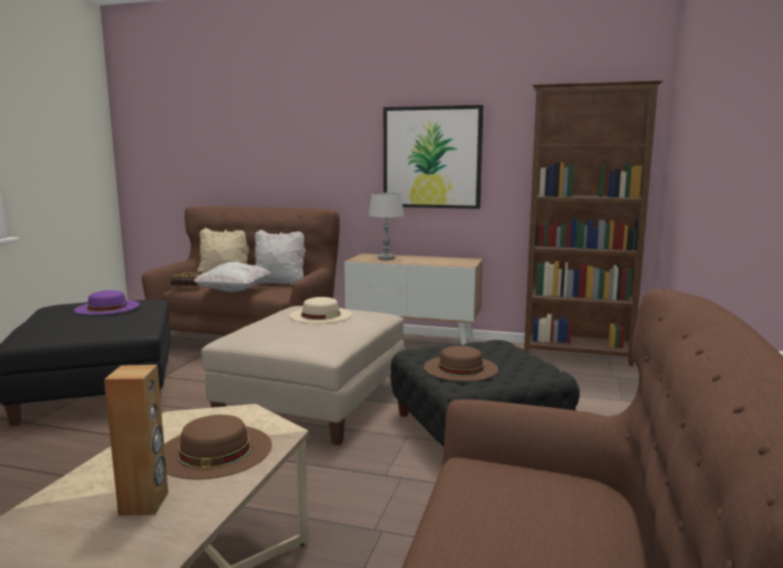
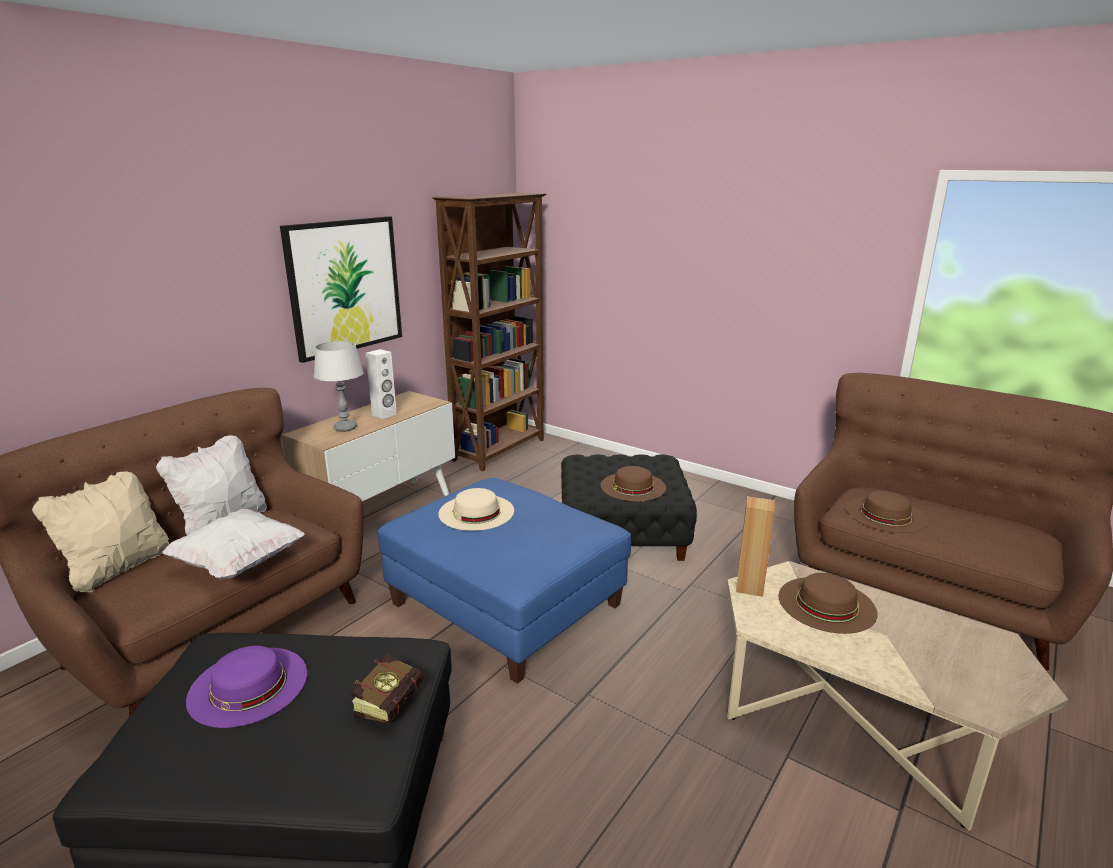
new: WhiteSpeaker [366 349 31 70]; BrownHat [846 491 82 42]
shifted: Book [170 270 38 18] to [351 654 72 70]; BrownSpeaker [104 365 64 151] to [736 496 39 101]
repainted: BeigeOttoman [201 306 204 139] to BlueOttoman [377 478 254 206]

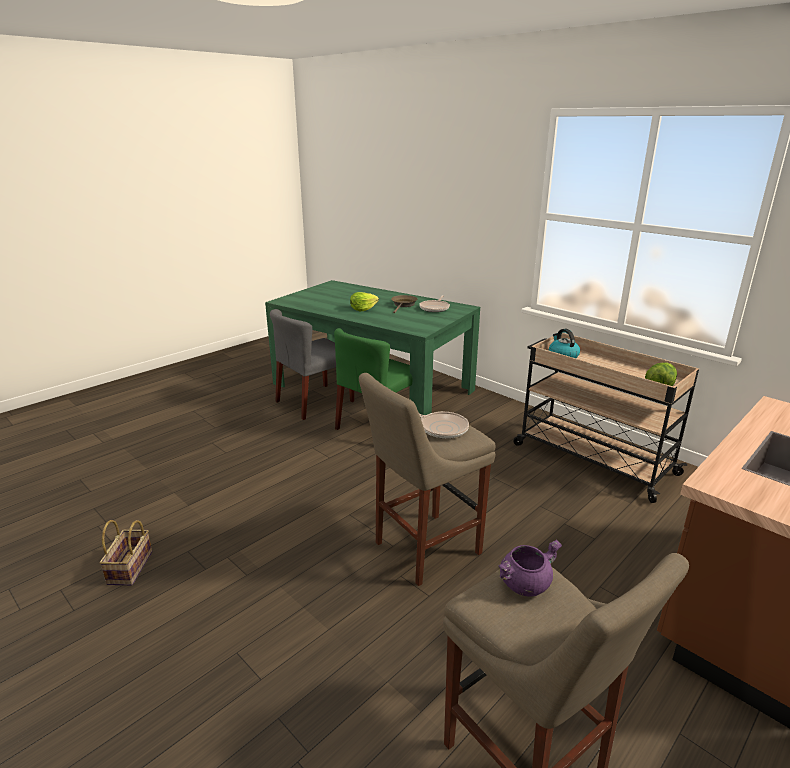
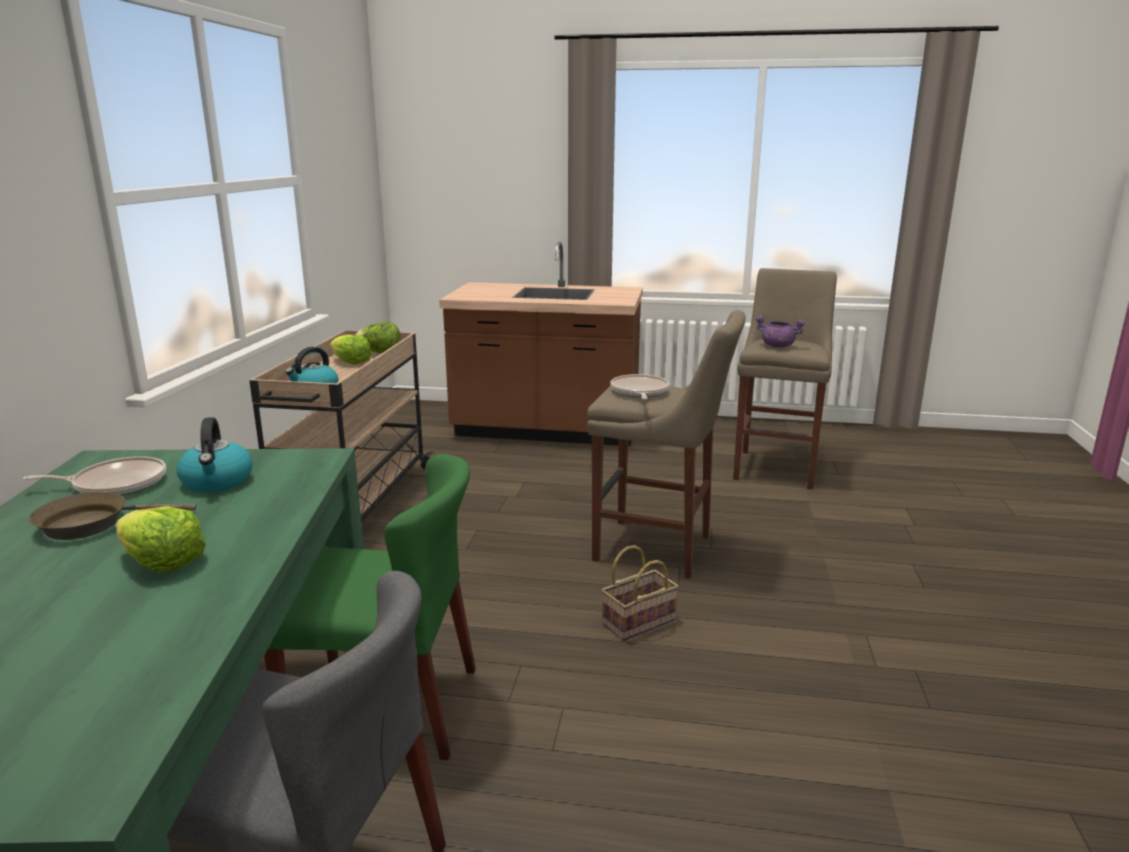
new: Kettle [177 417 75 76]; Lettuce [330 334 42 30]
shifted: Basket [100 520 52 65] to [602 545 77 96]

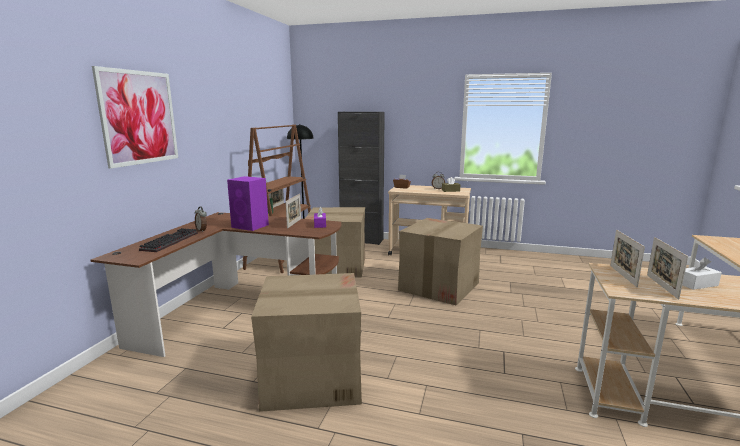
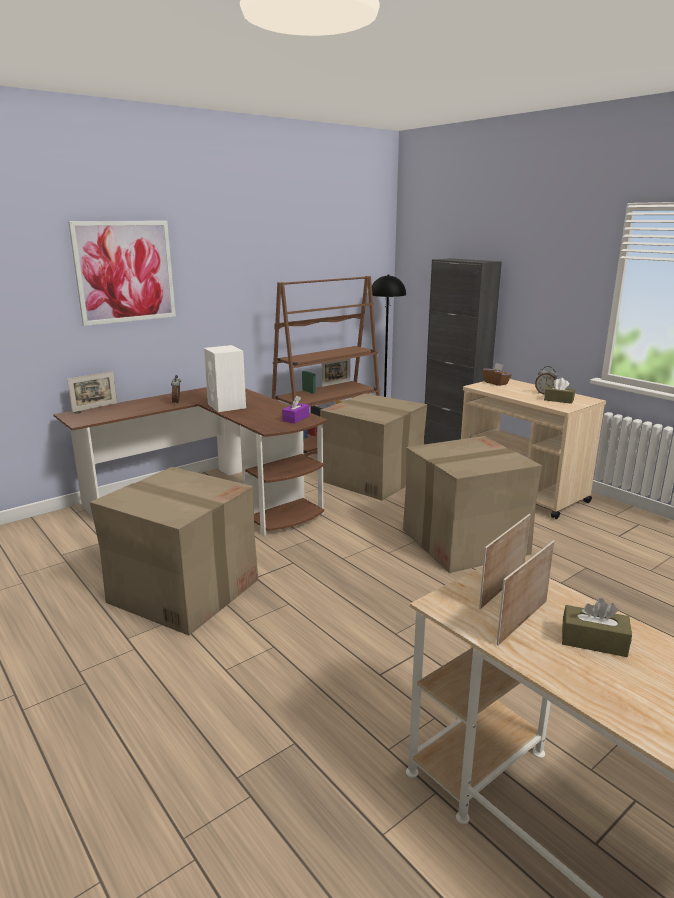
gone: Keyboard [139 228 59 24]
shifted: PictureFrame [286 194 15 35] to [67 371 50 41]
repainted: PurpleSpeaker [227 176 42 55] to WhiteSpeaker [204 345 42 67]; WhiteTissueBox [682 257 40 33] to BrownTissueBox [562 598 70 59]

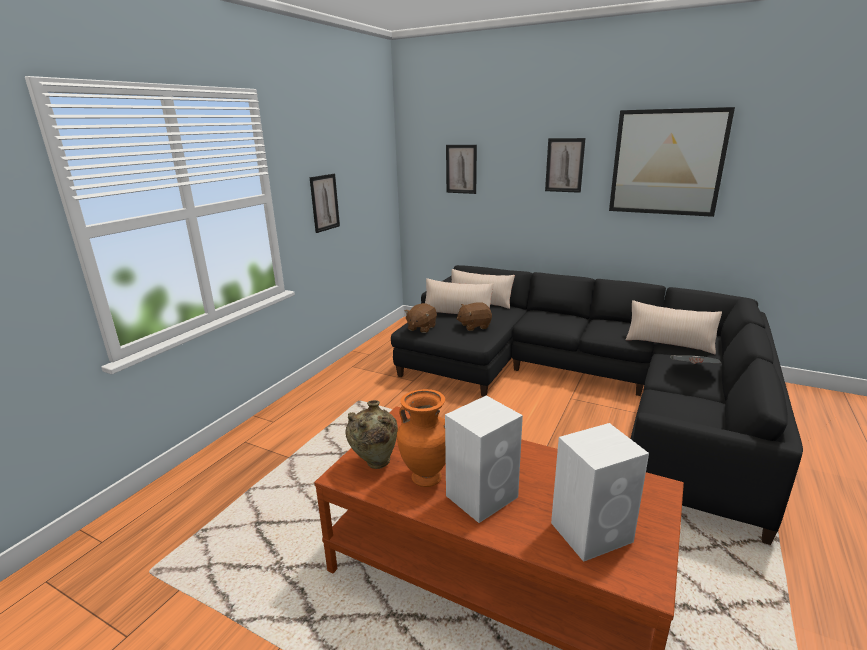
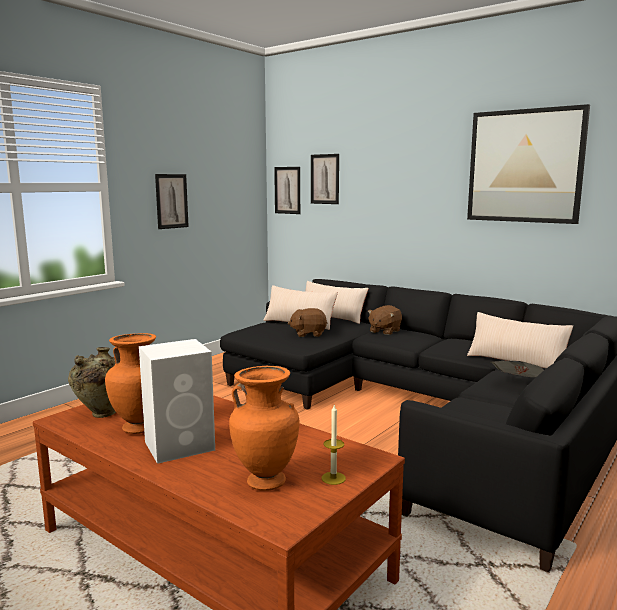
new: Candle [321 405 25 80]
shifted: Picture [545 138 40 55] to [274 167 26 47]; BrownPlushToy [405 303 32 30] to [368 305 34 30]
swapped: WhiteSpeaker [551 423 98 139] to OrangeVase [229 366 70 125]

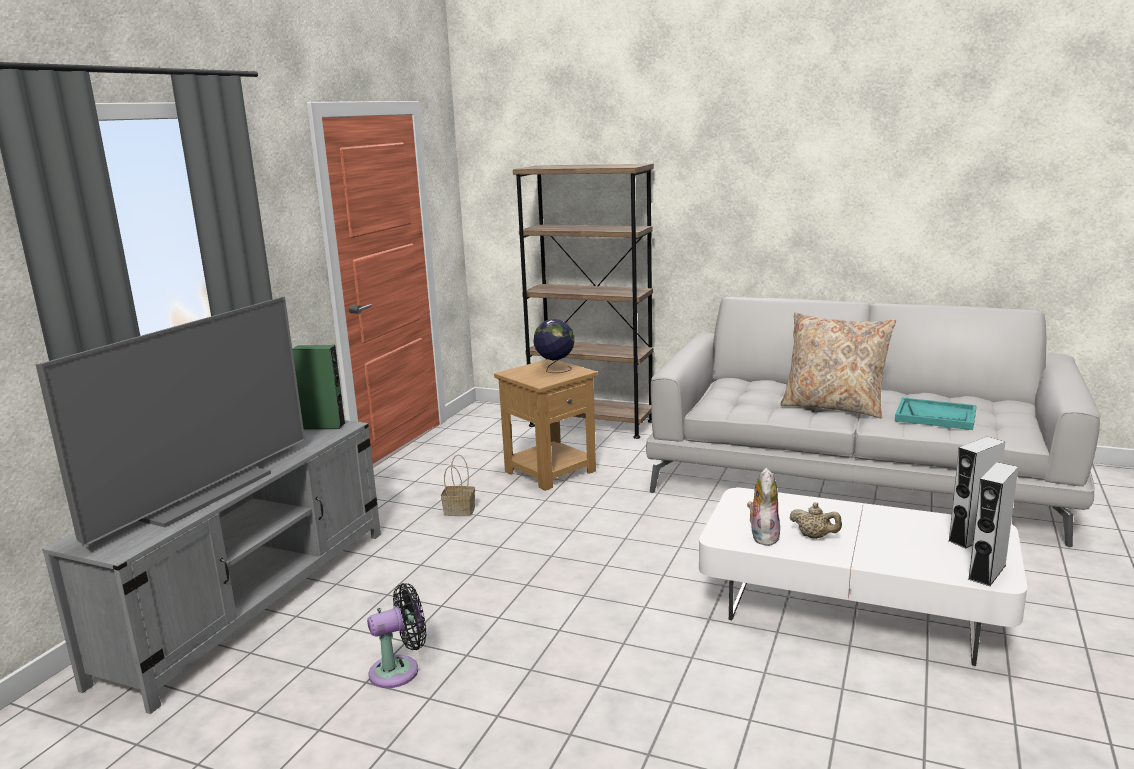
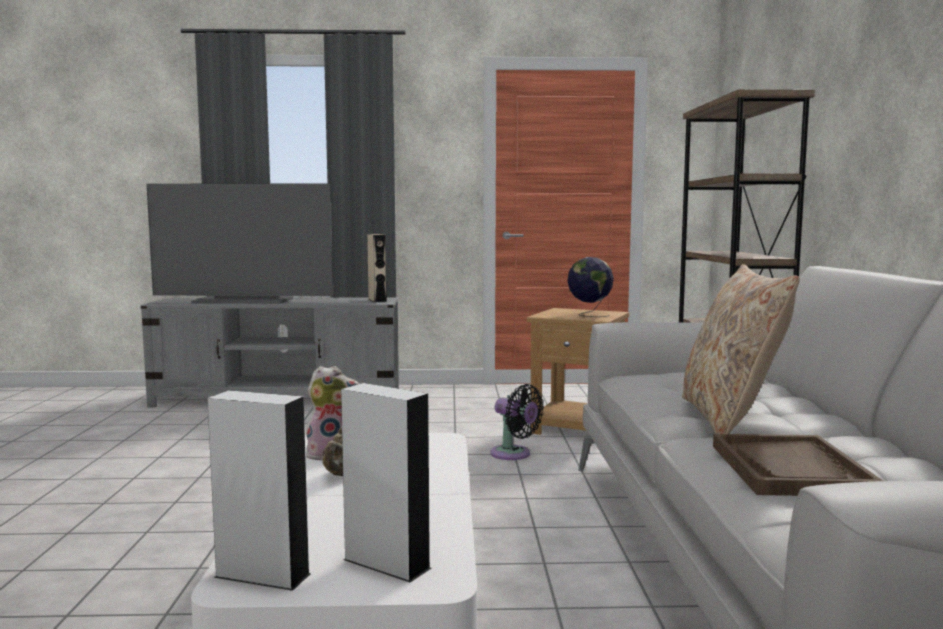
gone: Basket [441 455 34 61]
shifted: BlackFan [367 583 59 105] to [490 384 54 76]
repainted: GreenSpeaker [292 345 54 84] to BeigeSpeaker [367 234 20 69]; TurquoiseTray [895 398 82 32] to BrownTray [713 434 170 62]

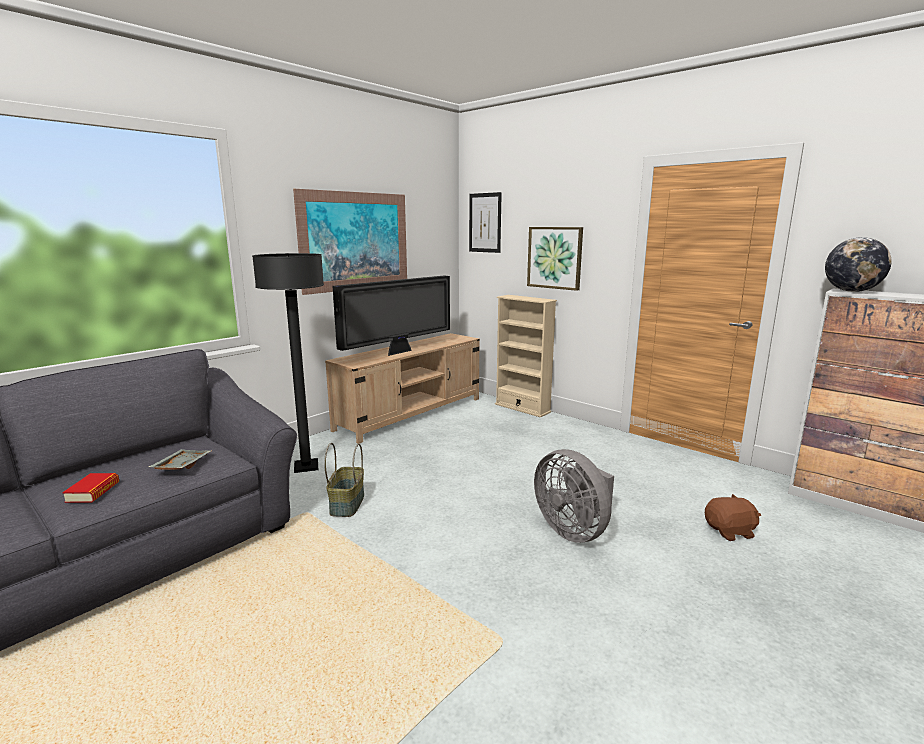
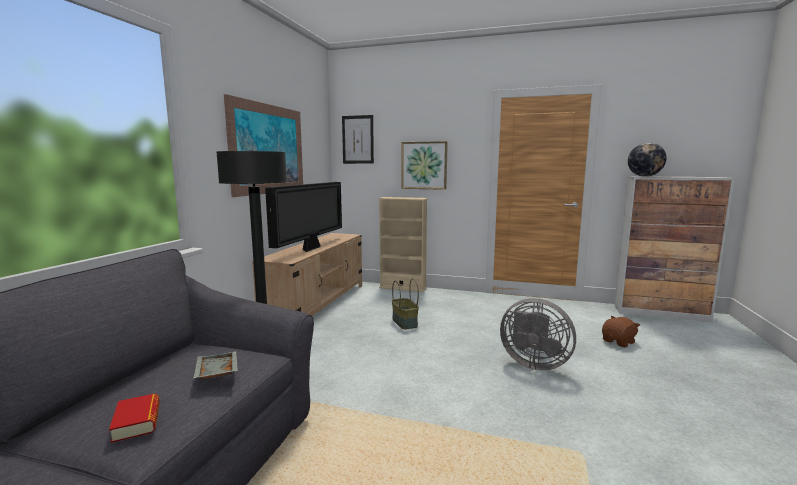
shifted: Basket [324 443 40 74] to [392 279 27 50]

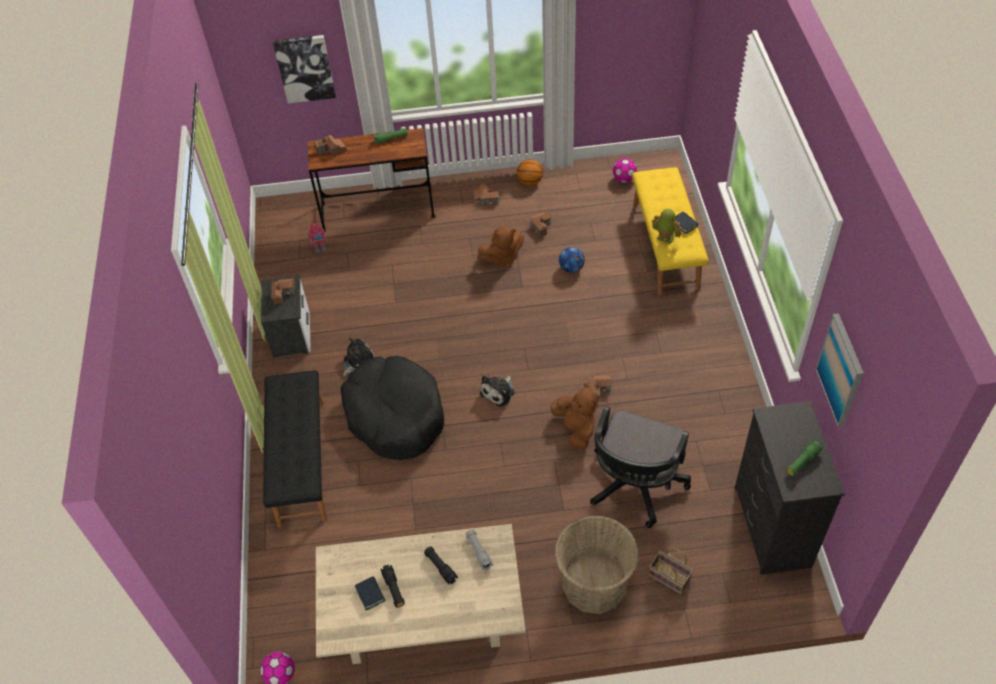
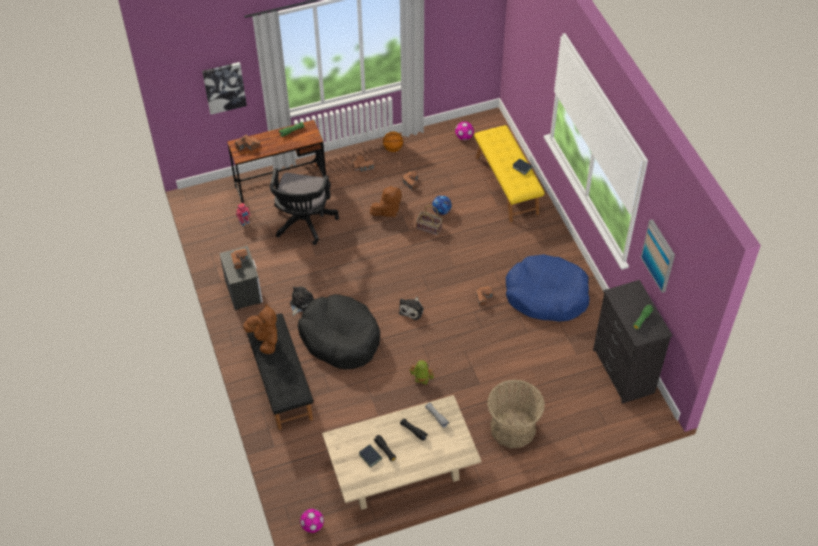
new: BlueDogBed [506 254 83 68]
shifted: BrownPlushToy [551 383 46 66] to [243 304 34 50]; BlackOfficeChair [590 406 101 122] to [269 168 70 77]; ToyRobot [652 209 29 35] to [409 360 25 25]; Basket [649 547 44 47] to [416 205 27 30]

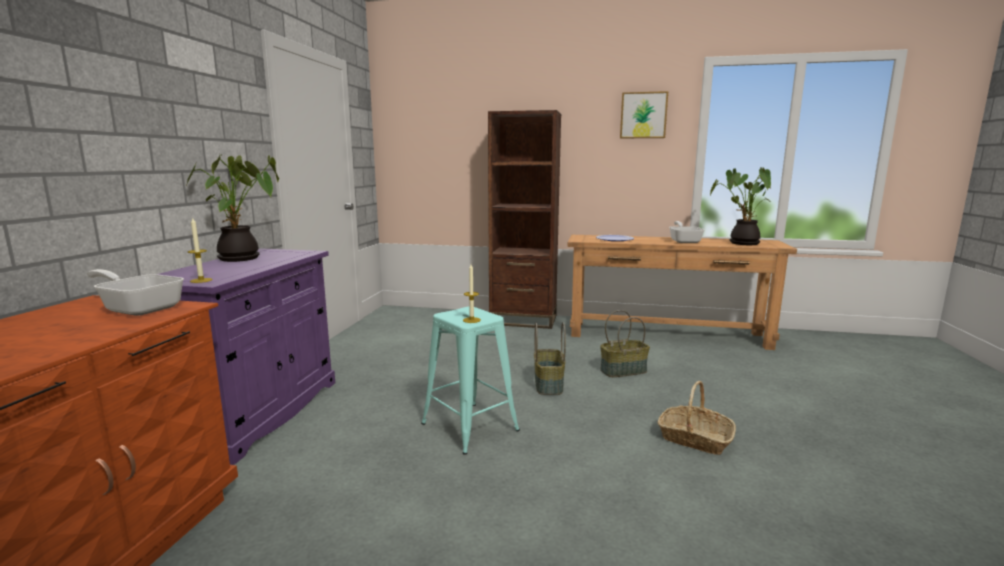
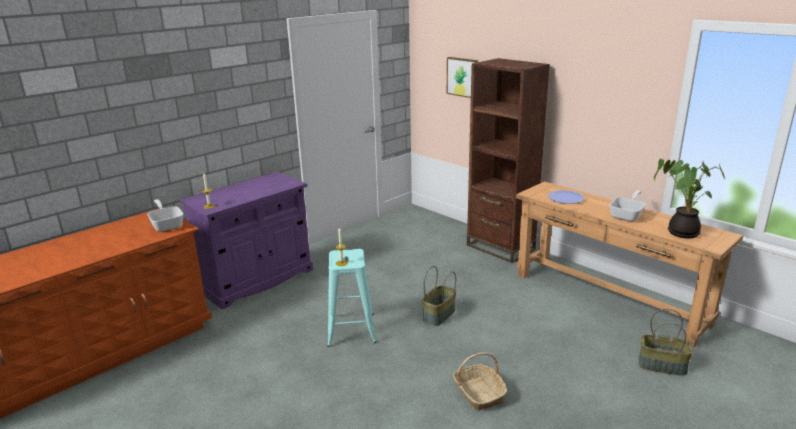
gone: PottedPlant [187 154 92 108]
shifted: Picture [620 91 48 47] to [447 57 31 41]; Basket [600 310 50 67] to [639 309 54 67]

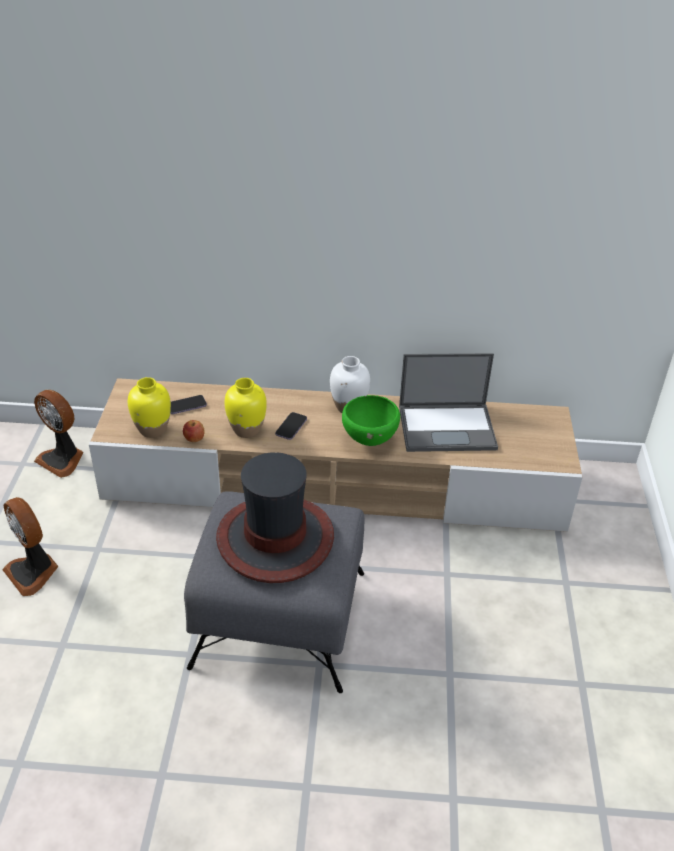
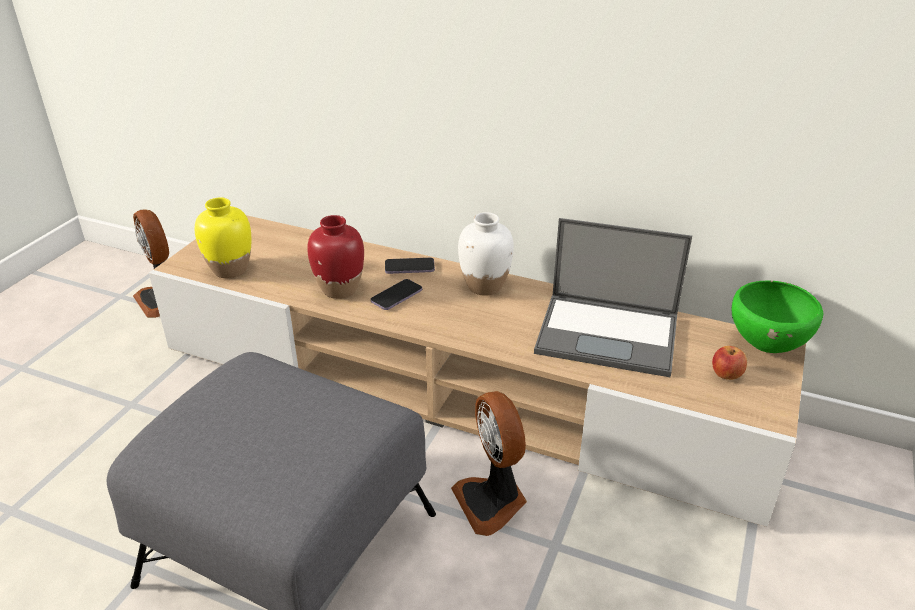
gone: Hat [216 452 118 131]
shifted: Phone [170 395 37 19] to [385 258 50 16]; Fan [2 497 56 99] to [451 391 76 145]; Apple [183 420 21 22] to [712 346 35 34]; GreenBowl [342 395 58 51] to [732 281 91 72]
repainted: YellowVase [224 378 43 60] to RedVase [307 215 57 84]

